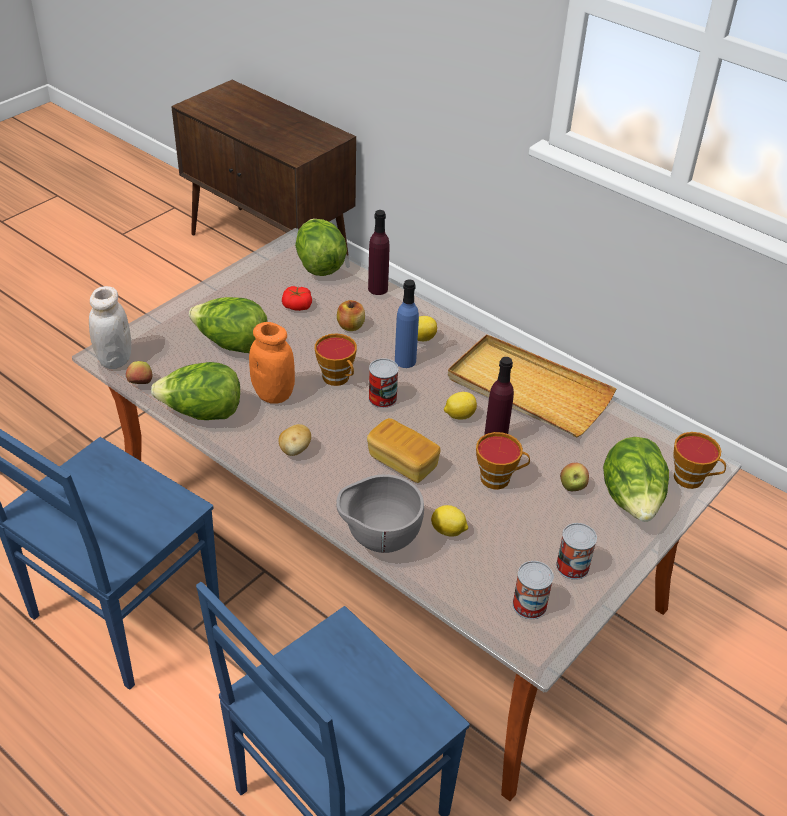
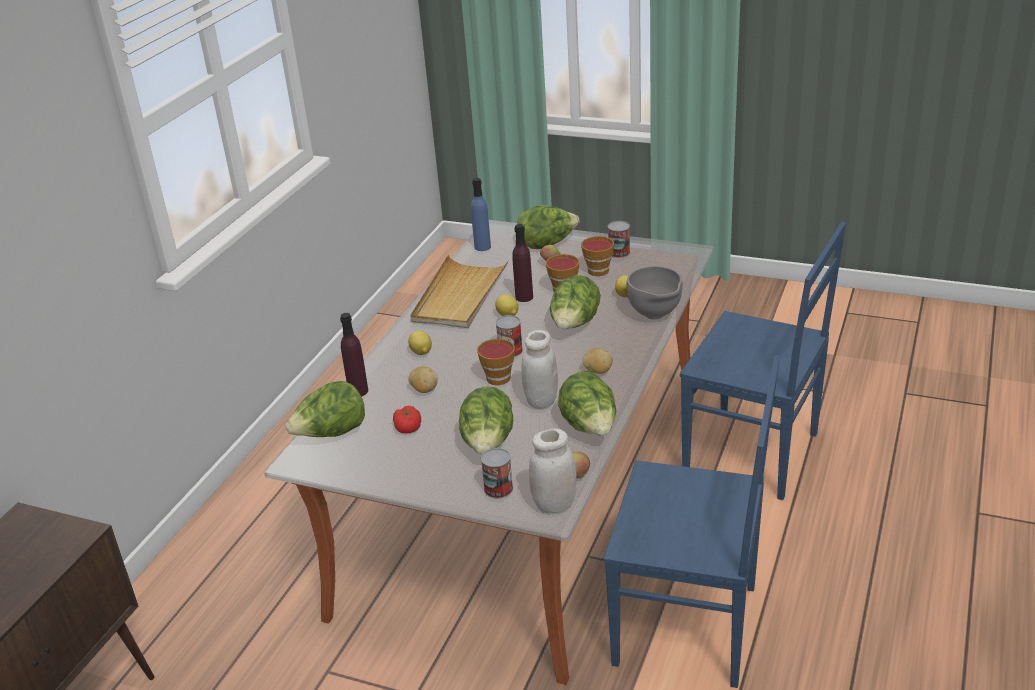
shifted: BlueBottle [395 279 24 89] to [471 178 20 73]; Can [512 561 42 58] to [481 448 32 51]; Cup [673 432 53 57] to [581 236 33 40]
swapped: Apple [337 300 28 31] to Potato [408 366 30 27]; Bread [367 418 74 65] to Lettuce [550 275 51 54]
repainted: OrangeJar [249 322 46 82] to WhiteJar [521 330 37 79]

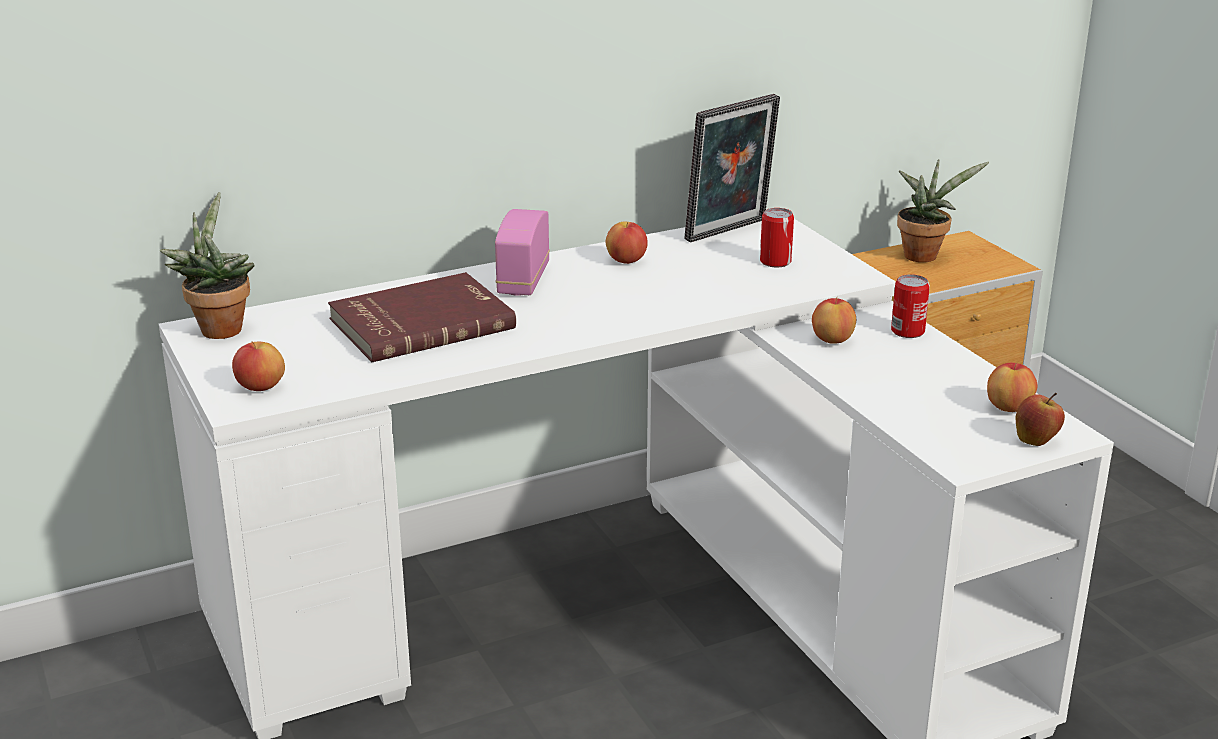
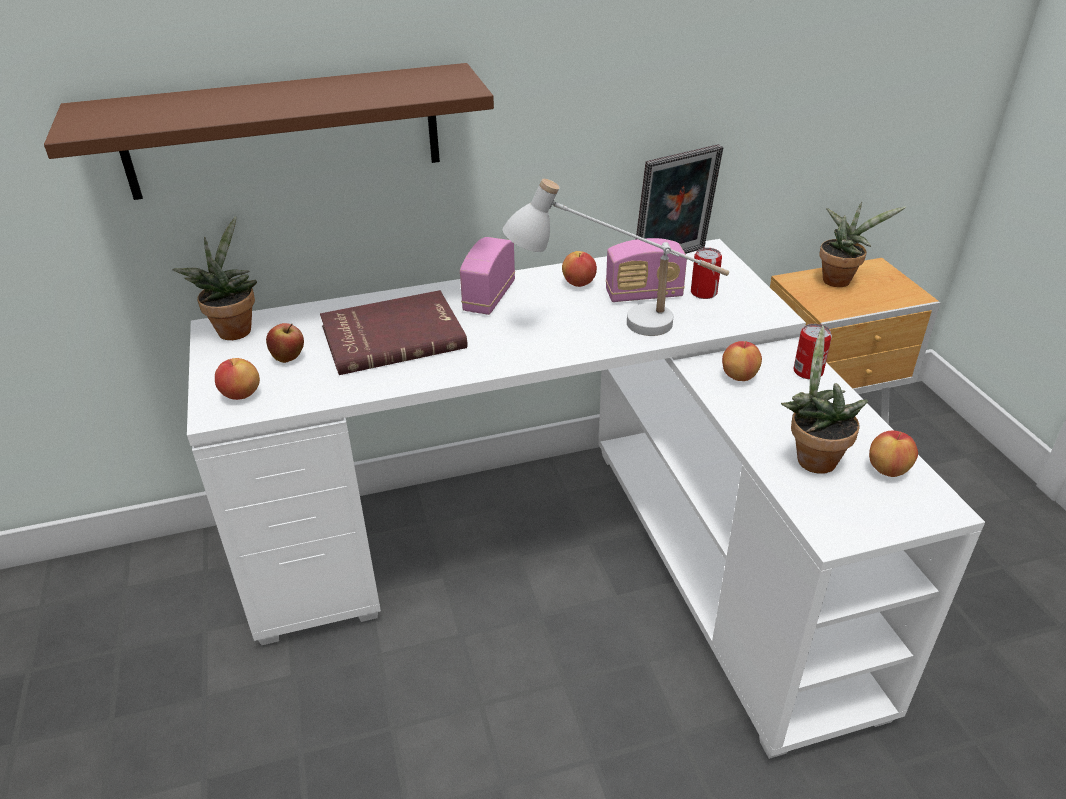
new: BrownShelf [44 63 450 137]; WhiteTableLamp [503 179 226 157]; Radio [606 238 81 64]; PottedPlant [781 326 87 148]
shifted: Apple [1016 393 49 53] to [266 323 38 40]

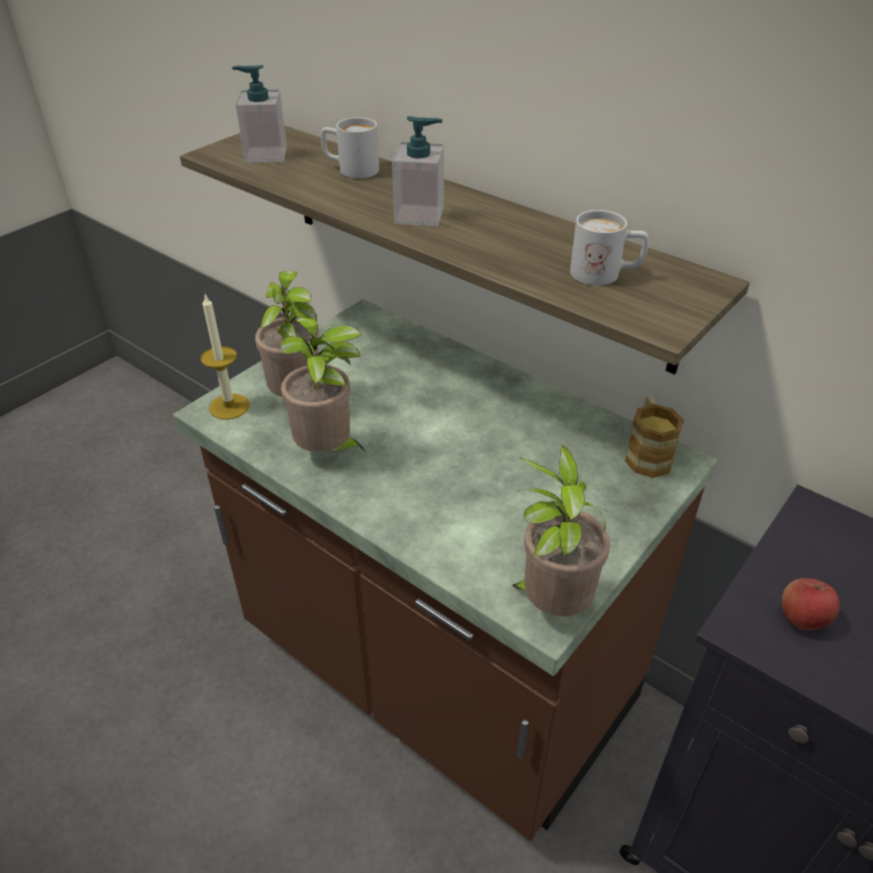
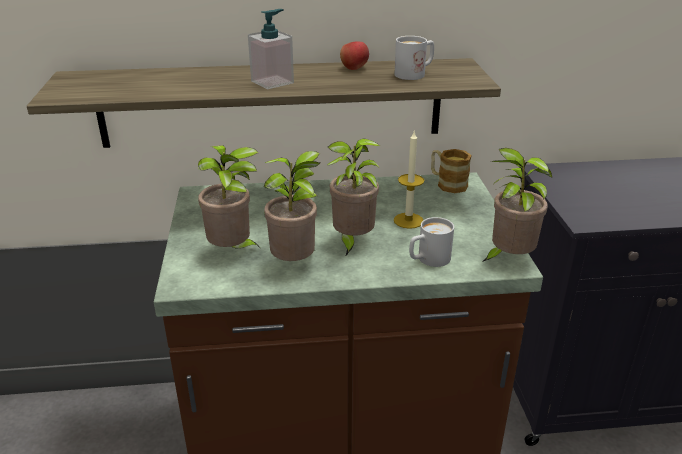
gone: SoapDispenser [232 65 55 98]
new: PottedPlant [327 138 53 119]
shifted: Apple [782 578 58 52] to [340 42 29 28]; Candle [200 294 50 126] to [394 132 30 97]; WhiteMug [321 117 58 62] to [409 217 45 50]

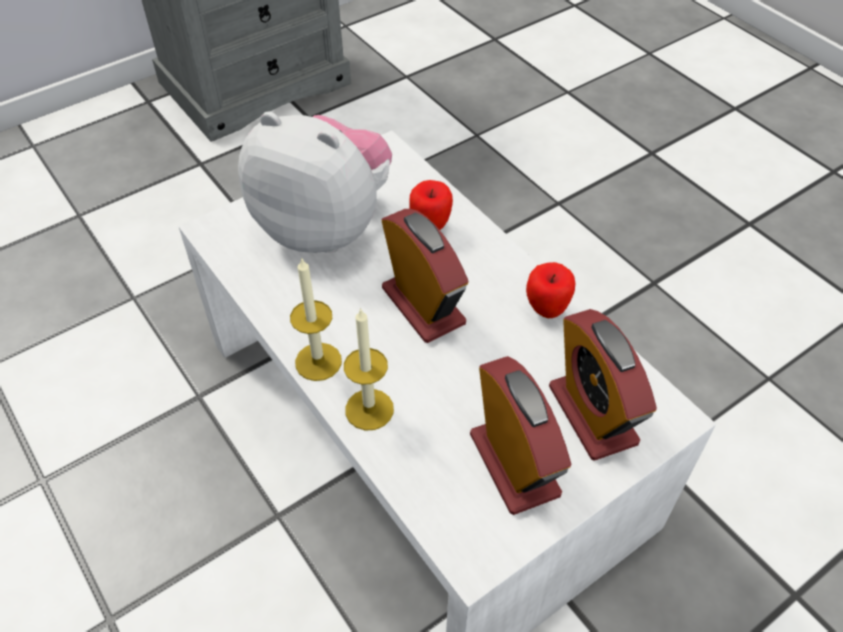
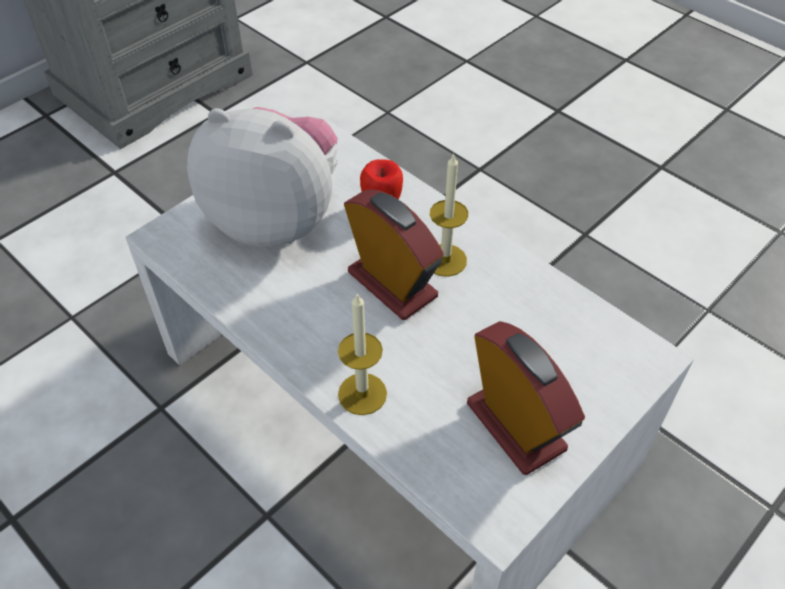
gone: Apple [526 262 49 56]; AlarmClock [549 309 108 152]
shifted: Candle [290 257 52 124] to [430 153 38 124]

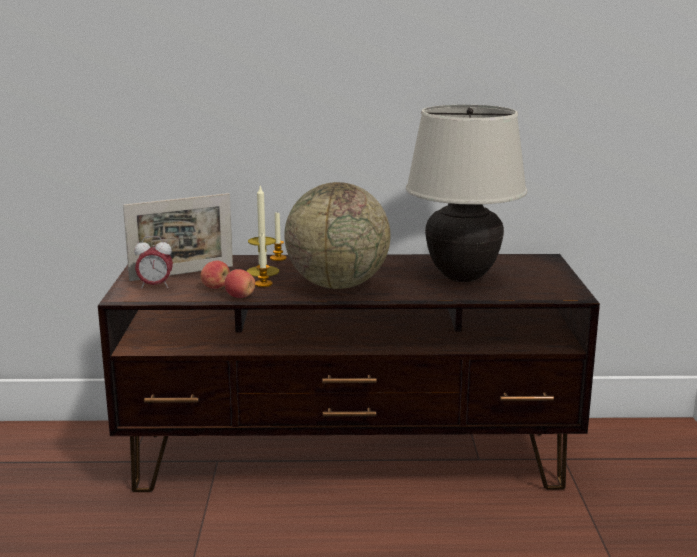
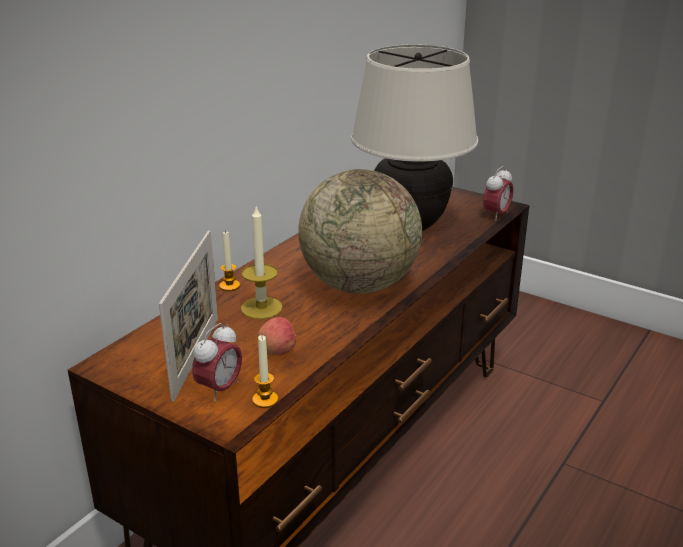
gone: Apple [225 269 30 29]
new: AlarmClock [483 166 31 55]
shifted: Candle [255 234 18 53] to [252 335 26 73]

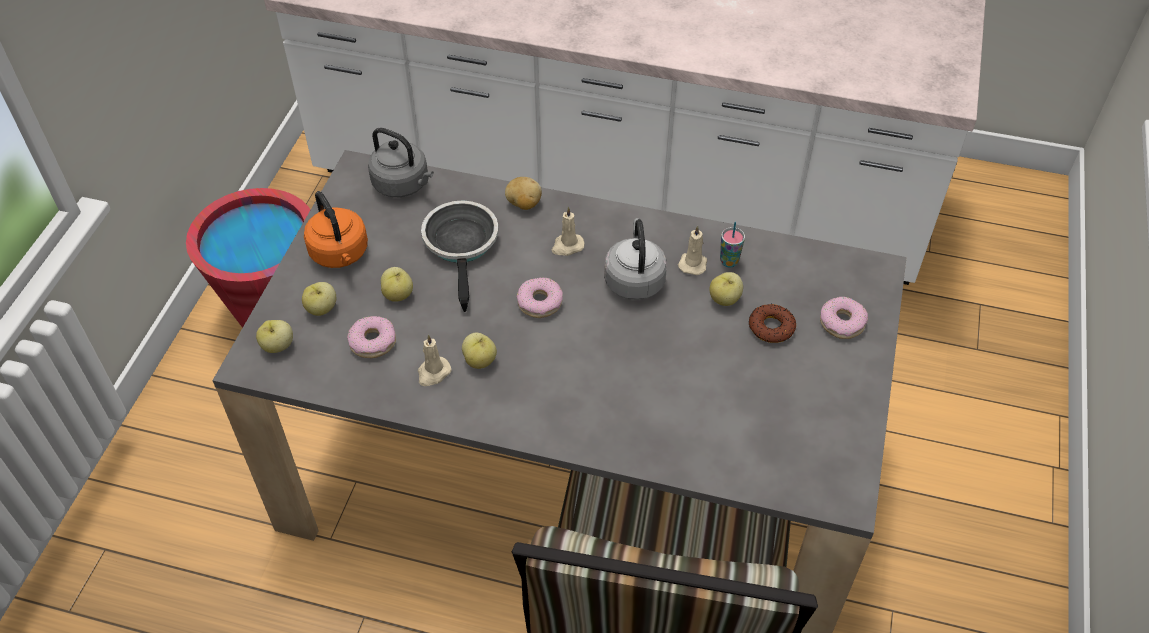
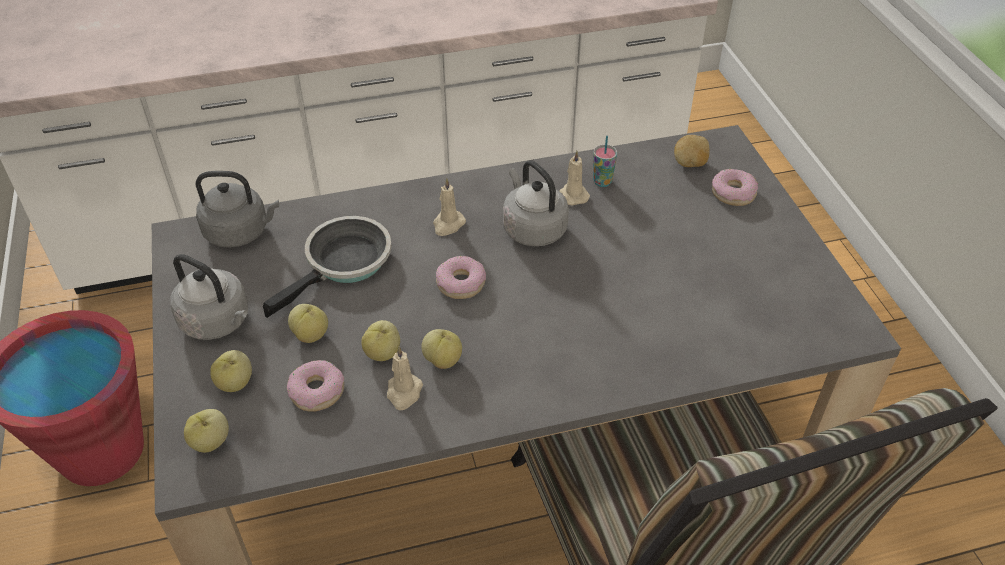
gone: Donut [748 304 48 39]
shifted: Apple [709 272 34 34] to [361 320 39 41]; Potato [505 177 37 33] to [674 135 35 32]
repainted: OrangeKettle [304 191 64 77] to GreyKettle [170 254 78 86]
rotated: FryingPan [421 201 78 111] = [263 216 129 102] 75 degrees clockwise

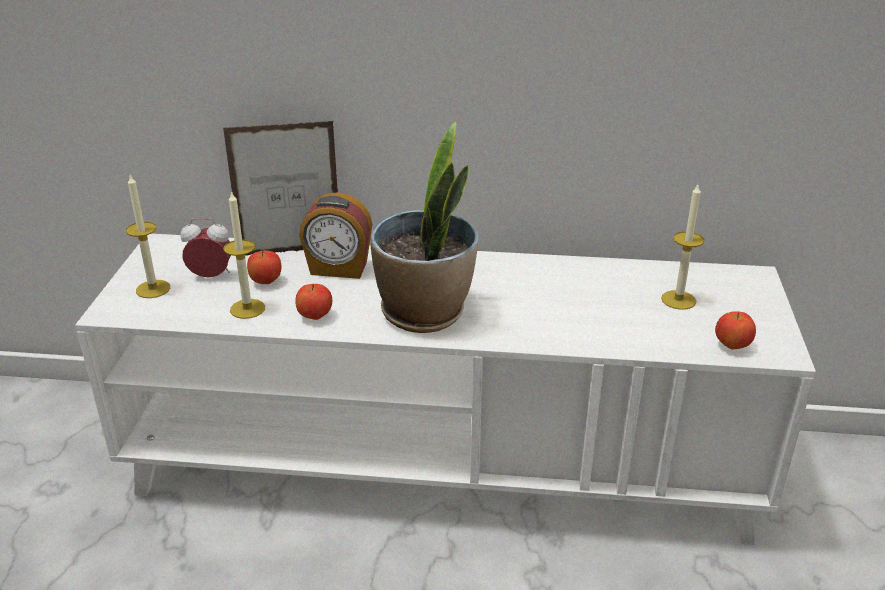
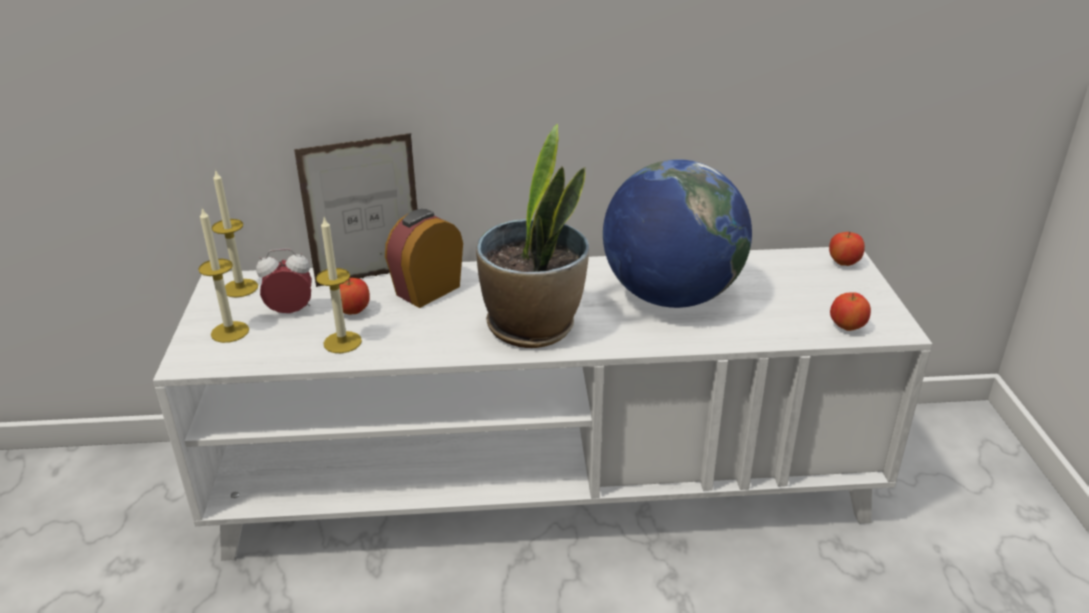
new: Globe [603 159 149 149]
shifted: Candle [661 185 43 125] to [212 169 46 128]; Apple [295 284 37 36] to [829 232 36 34]
rotated: AlarmClock [299 192 73 87] = [385 209 78 99] 135 degrees clockwise

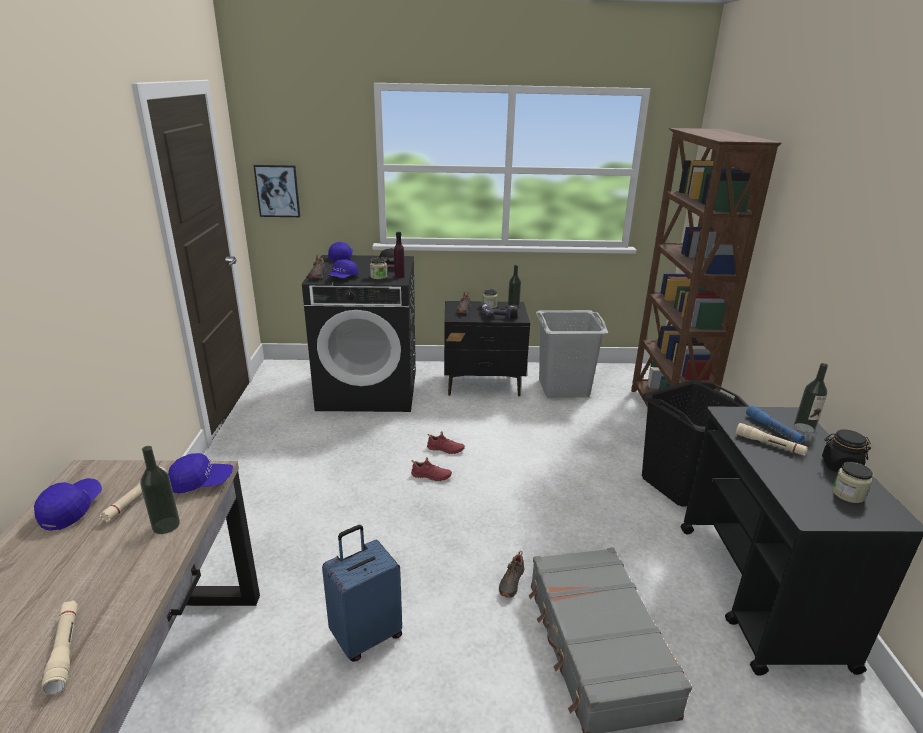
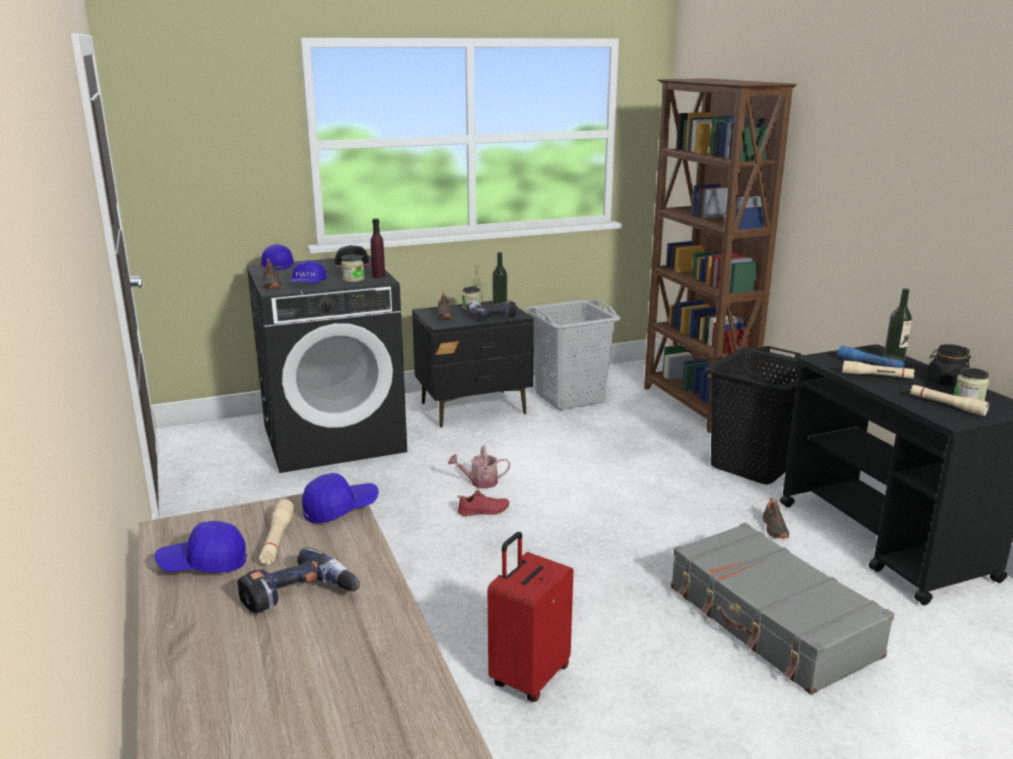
gone: Bottle [140 446 40 88]; Picture [253 165 47 52]
new: PowerDrill [238 547 122 66]
shifted: BlackShoe [499 551 25 47] to [762 498 27 41]; BeigeFlashlight [41 600 37 95] to [910 385 79 31]
swapped: RedShoe [427 431 38 23] to WateringCan [448 445 62 44]
repainted: BlueSuitcase [322 525 80 137] to RedSuitcase [488 532 85 170]
rotated: BlueCap [34 478 68 53] = [155 521 92 52] 90 degrees counterclockwise

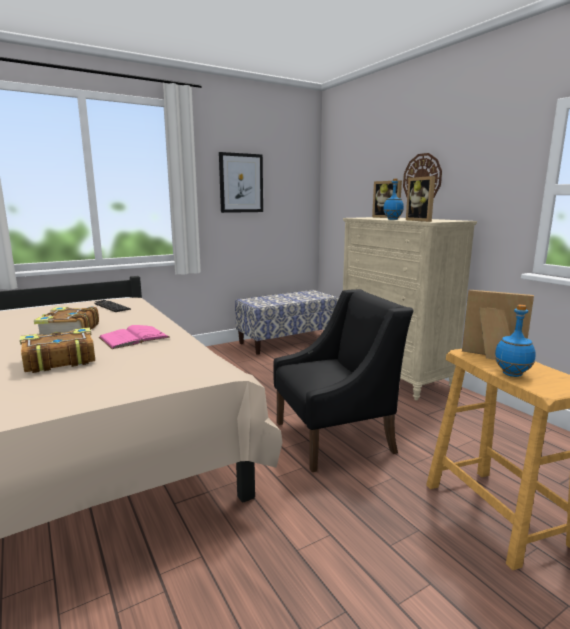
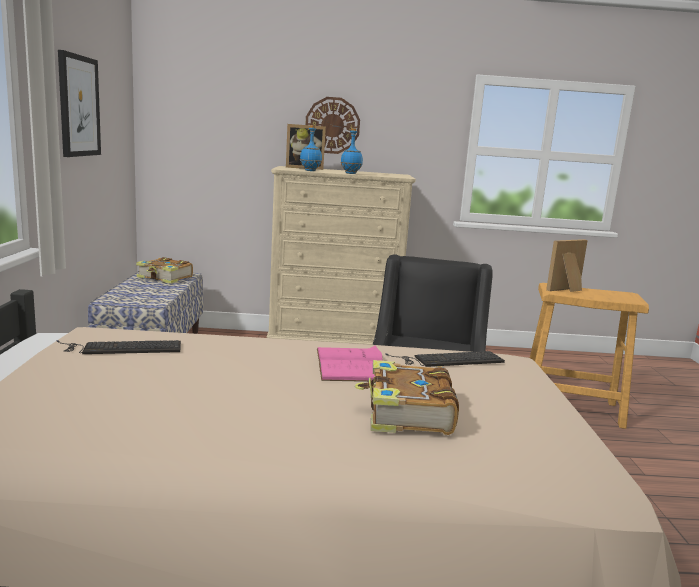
gone: PictureFrame [406 176 29 46]
new: Keyboard [385 351 120 16]
shifted: Book [34 307 65 28] to [136 257 57 27]; BlueBottle [495 305 41 72] to [300 125 22 46]

